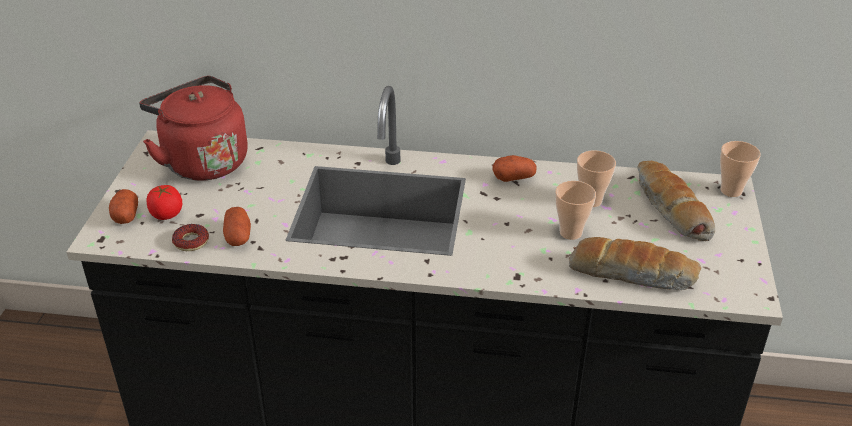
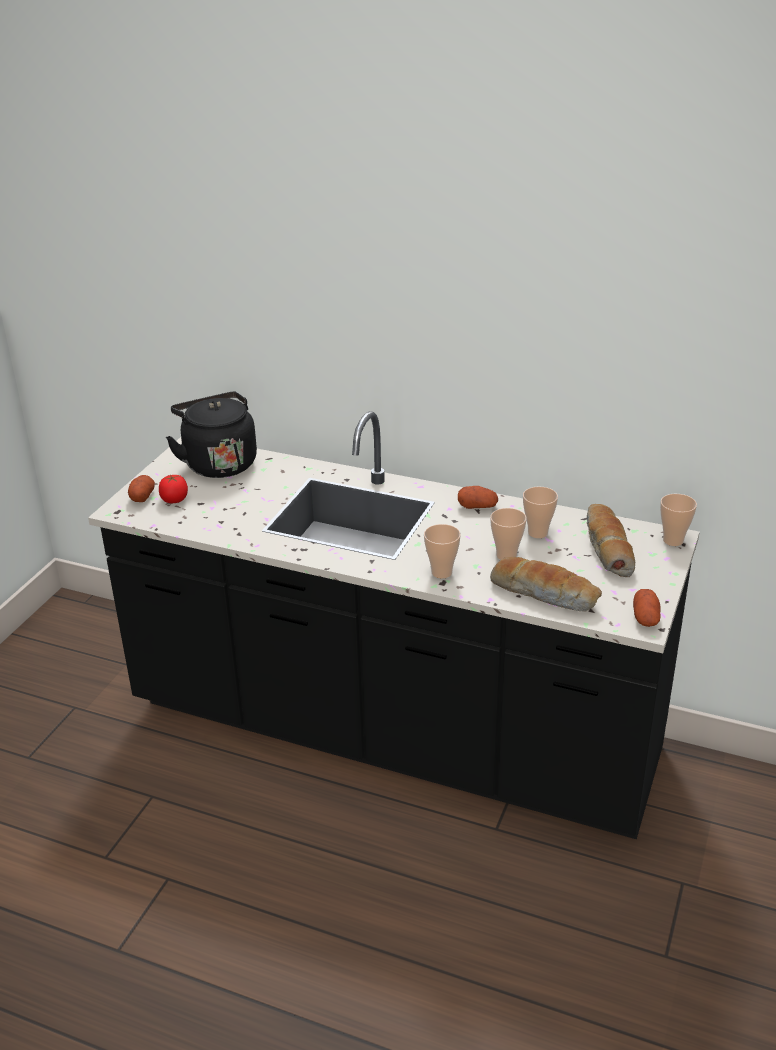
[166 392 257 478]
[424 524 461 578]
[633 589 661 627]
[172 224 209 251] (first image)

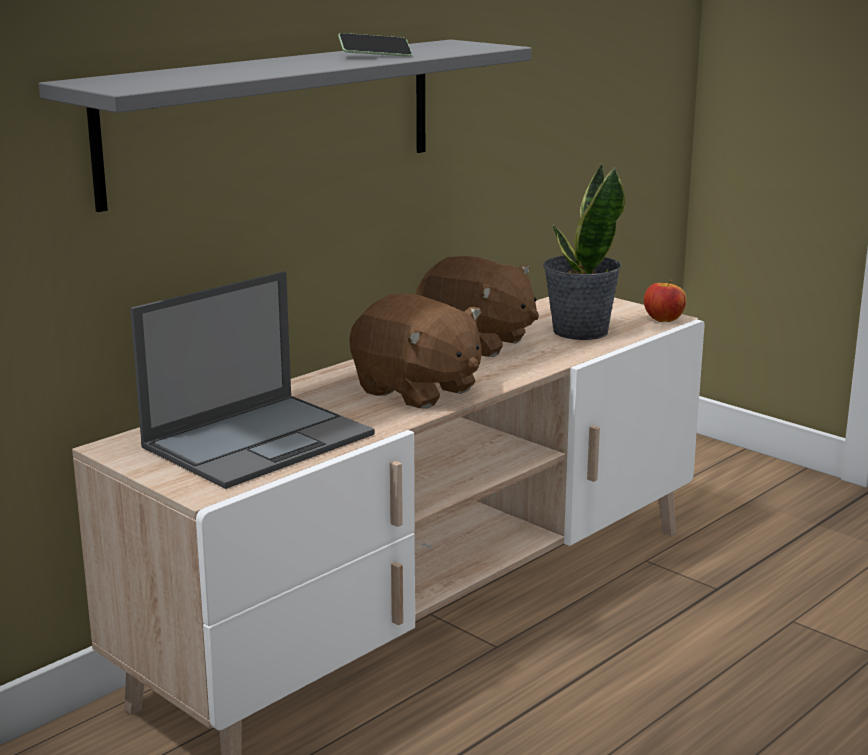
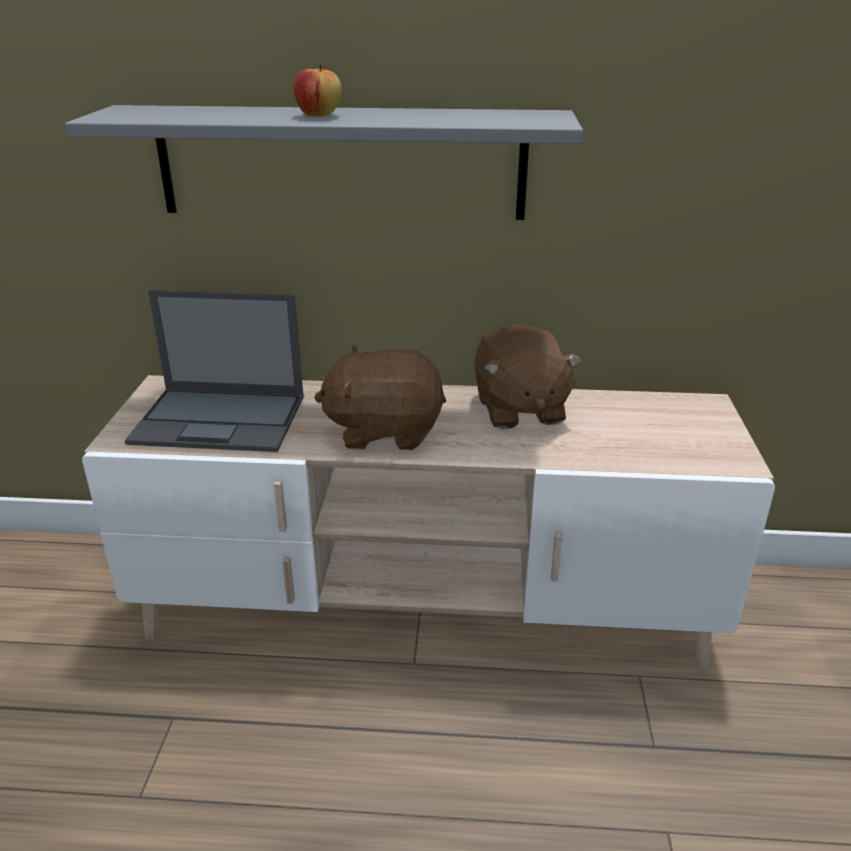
[293 64 342 117]
[314 346 446 450]
[338 33 412 57] (first image)
[543 162 625 340] (first image)

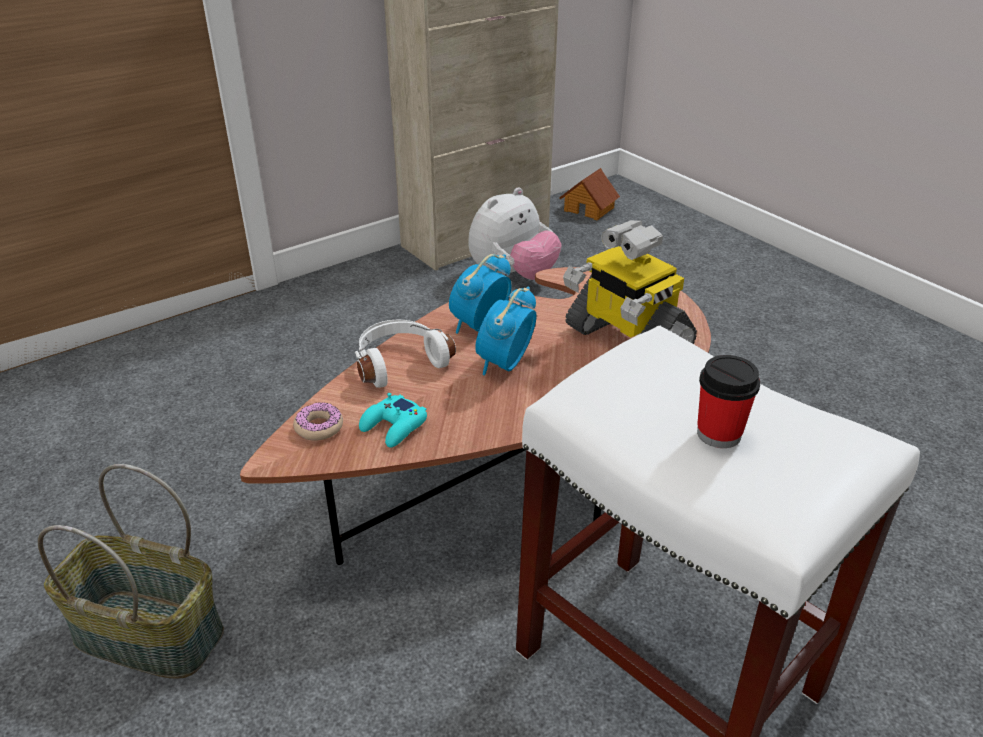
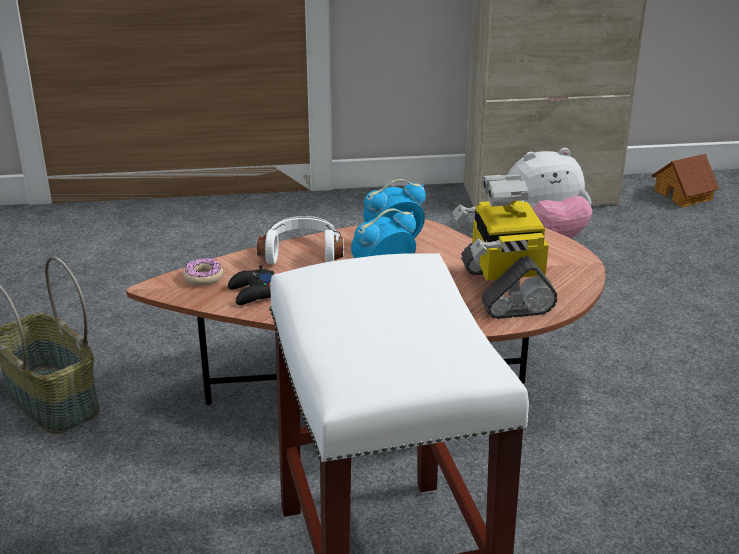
[228 265 274 305]
[697 355 760 448] (first image)

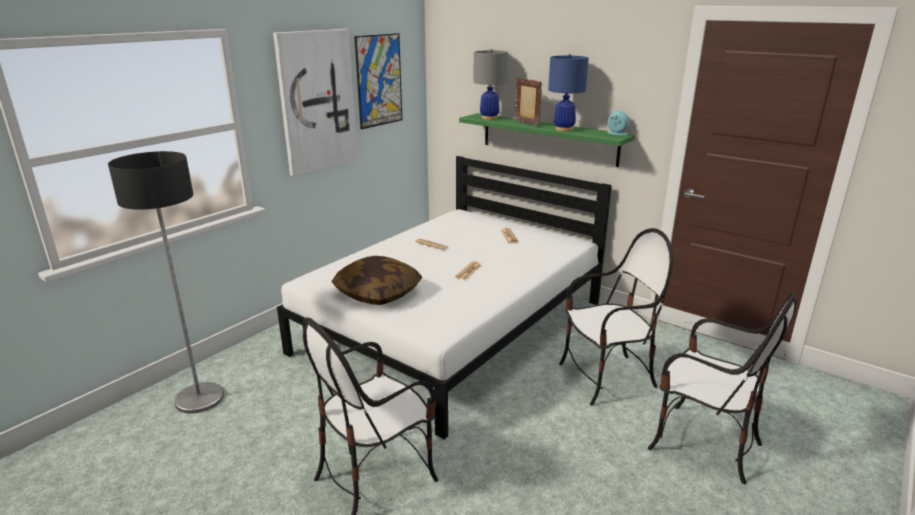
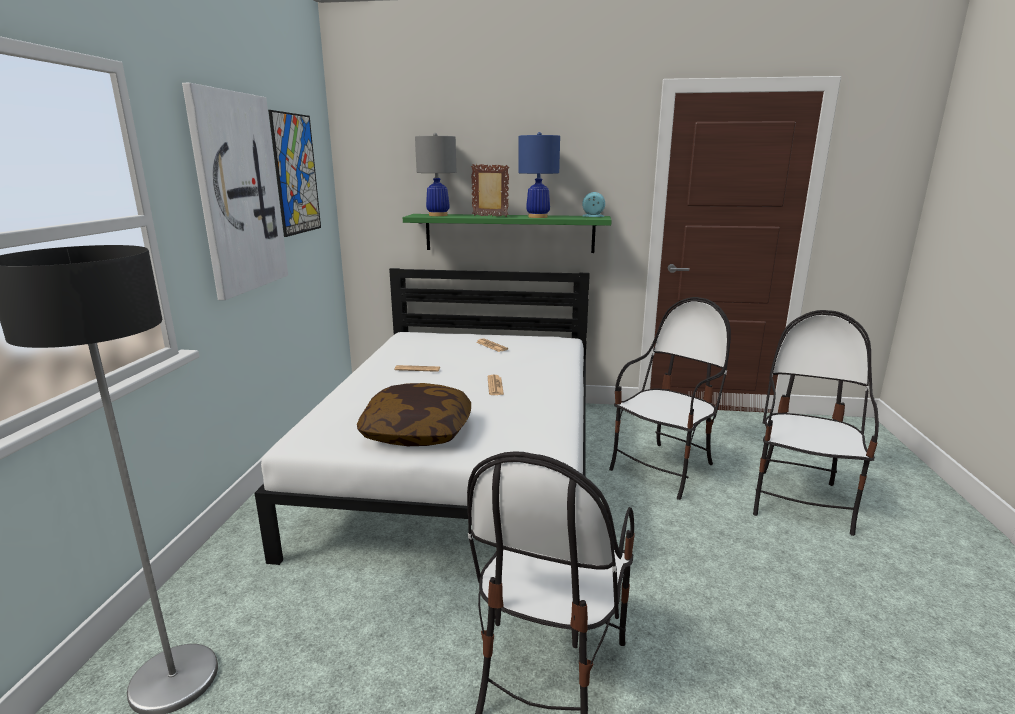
[753 310 879 536]

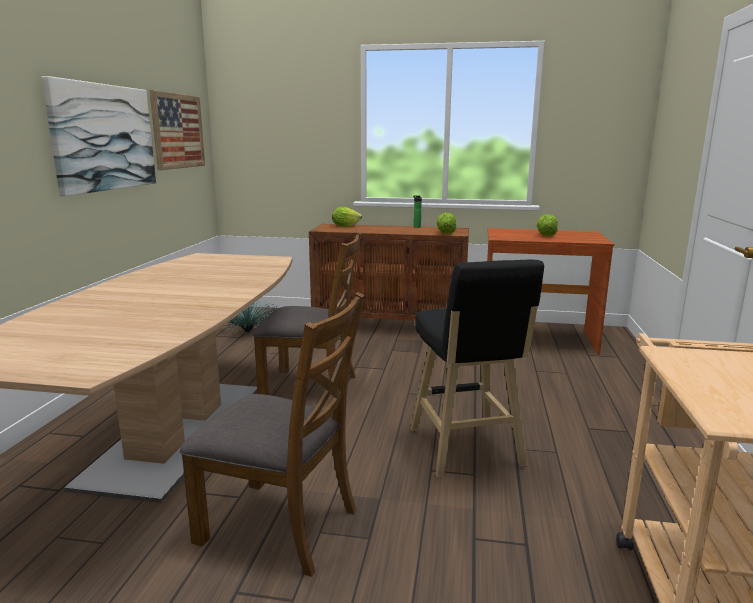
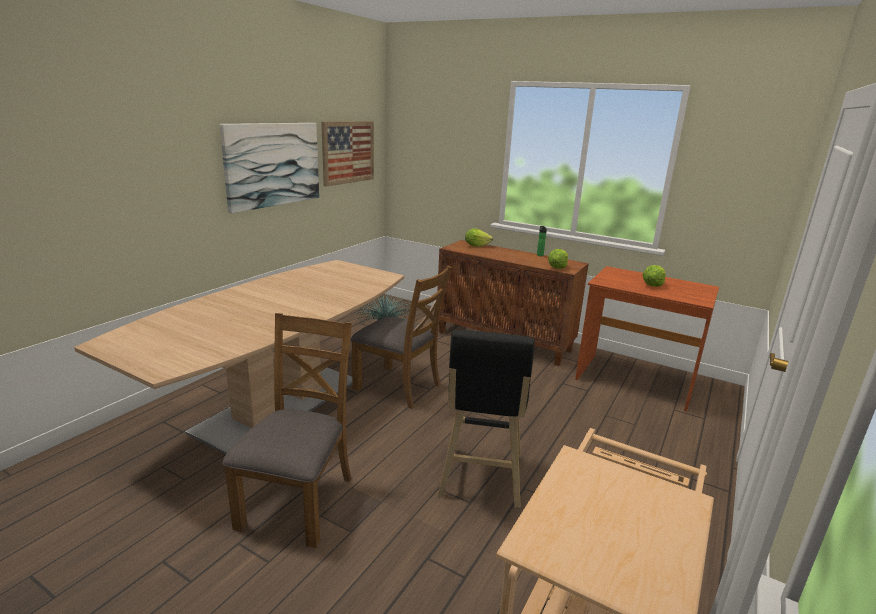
[223 313 352 548]

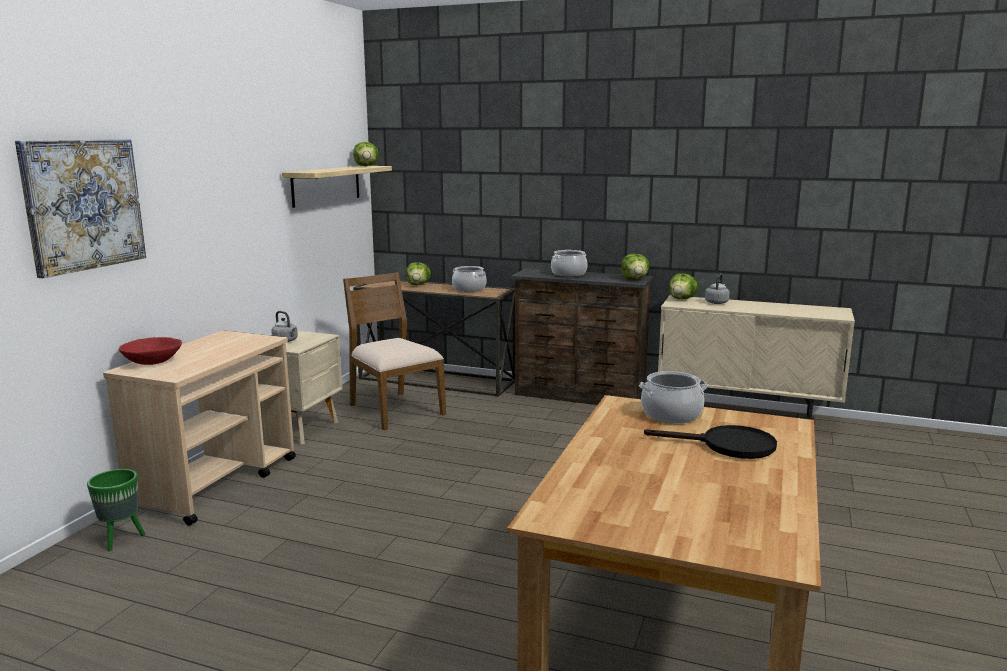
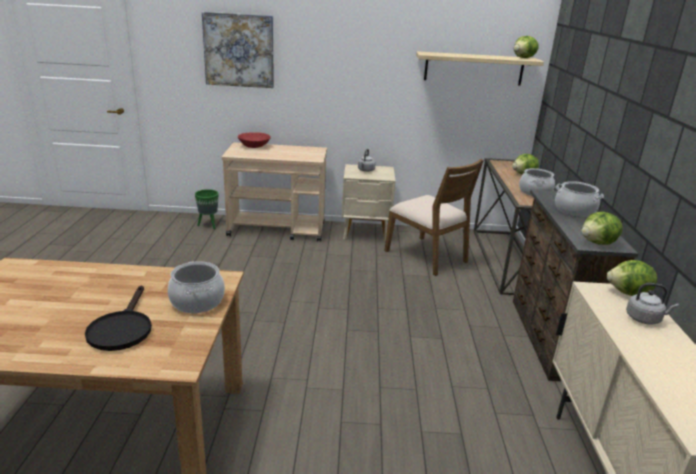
[385 159 484 276]

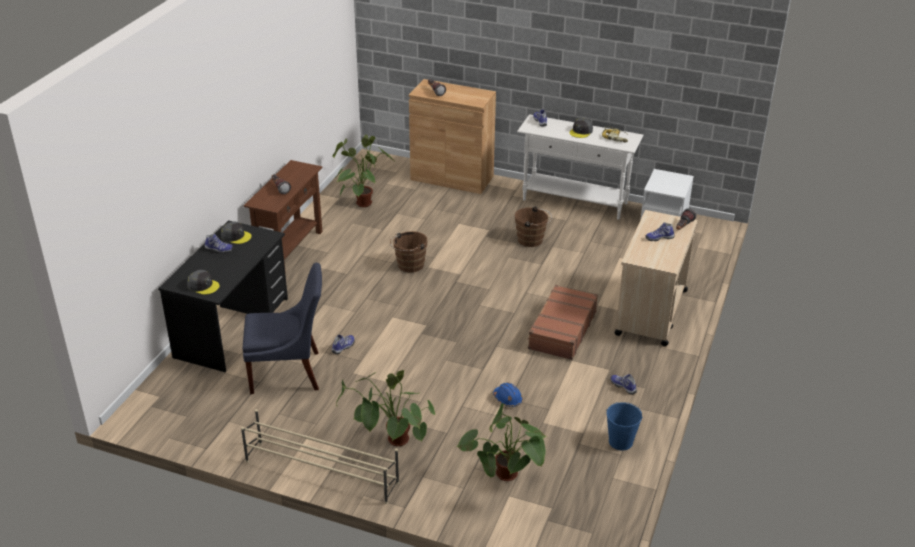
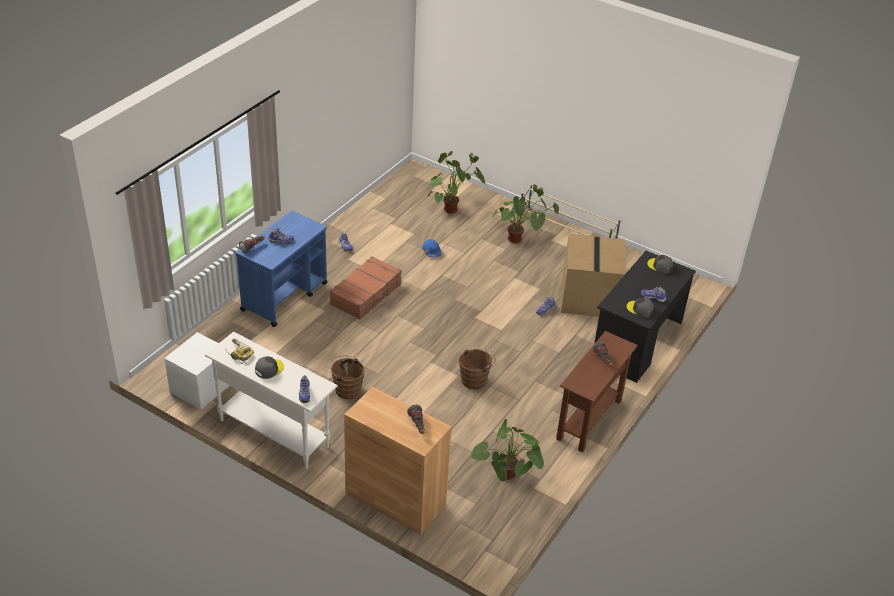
[236 211 328 327]
[561 234 626 317]
[607 402 643 450] (first image)

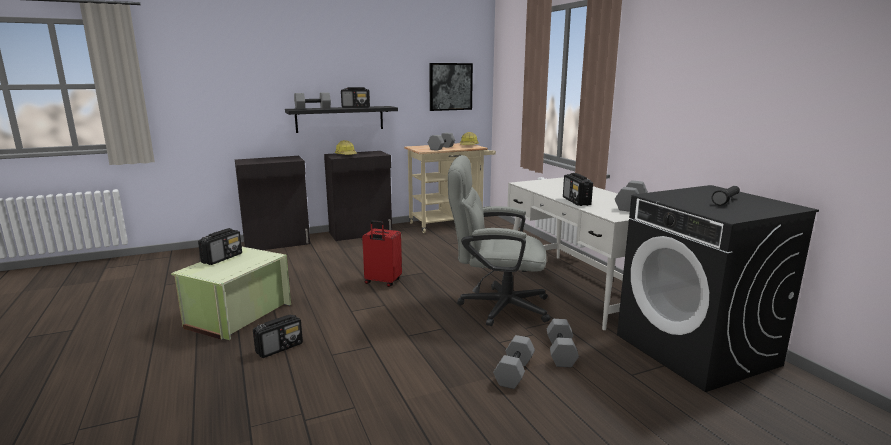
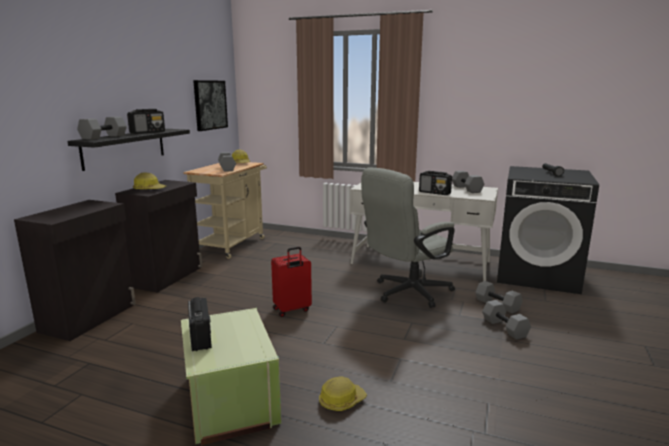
[319 376 367 411]

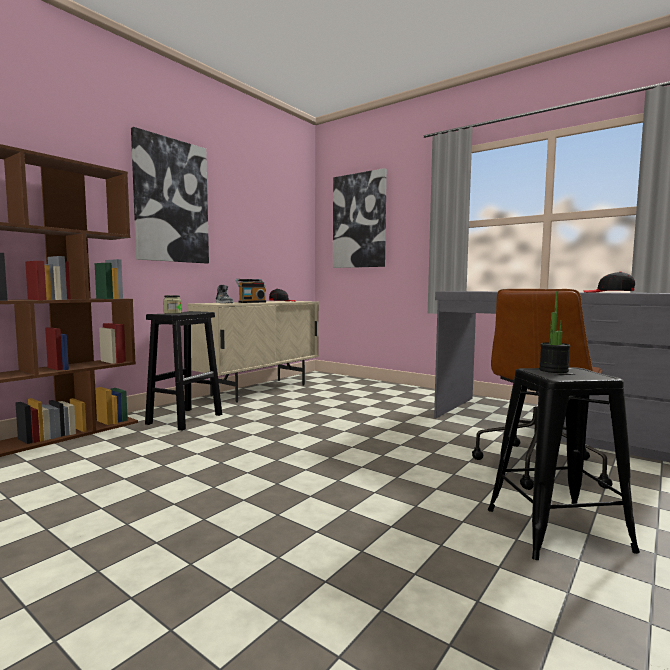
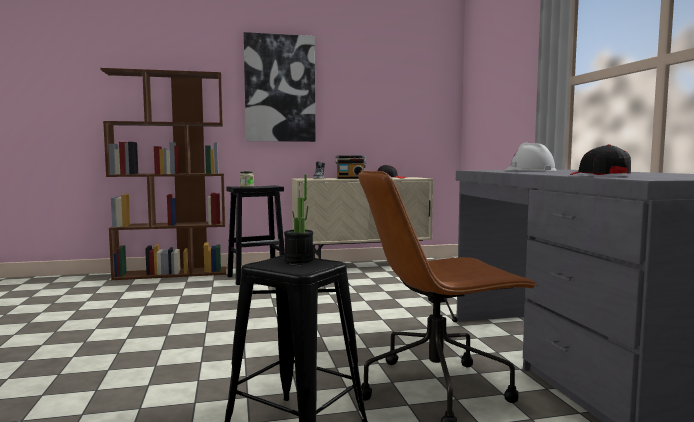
[504 143 557 171]
[333 168 387 268] (first image)

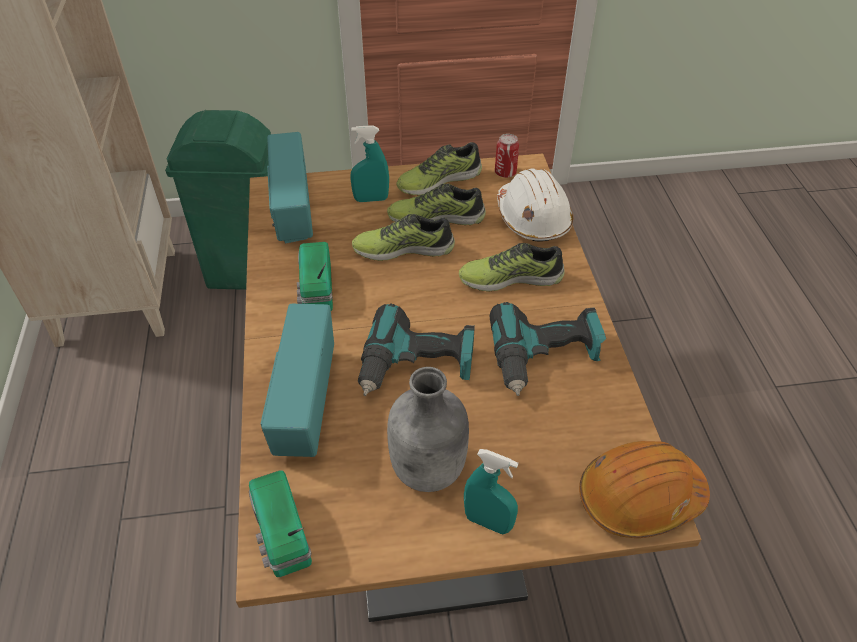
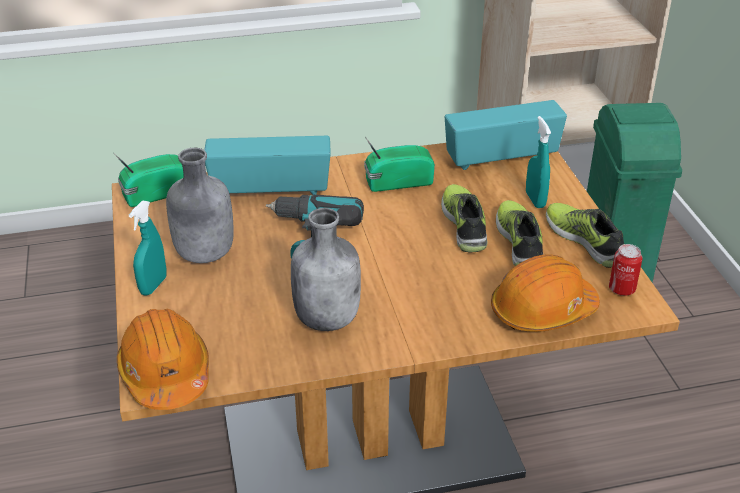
[291 208 361 331]
[491 254 600 332]
[459 243 565 292] (first image)

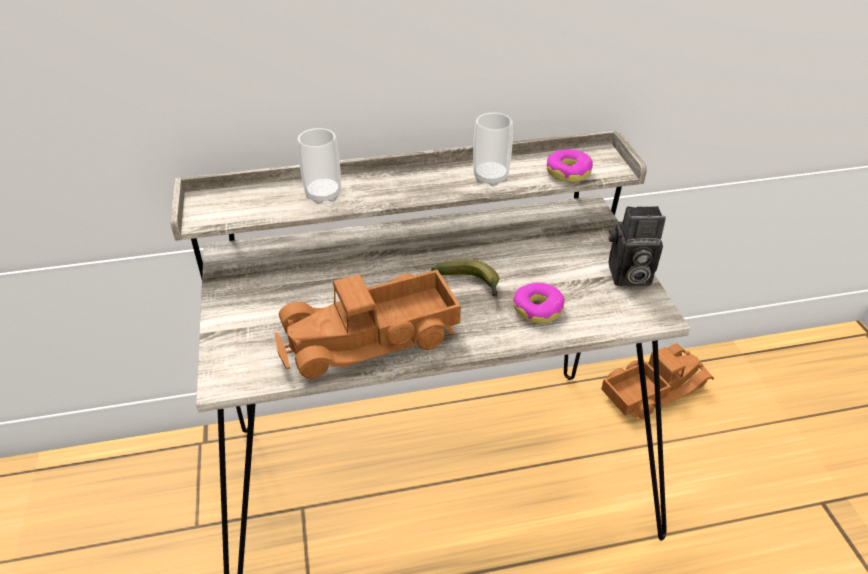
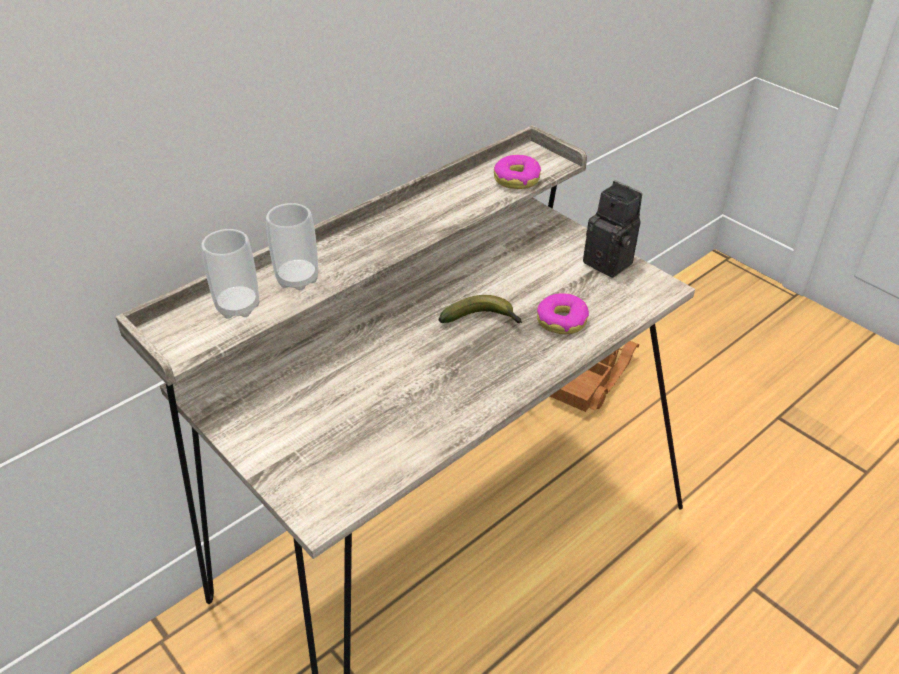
[201 229 259 319]
[583 181 642 278]
[274 270 461 378] (first image)

